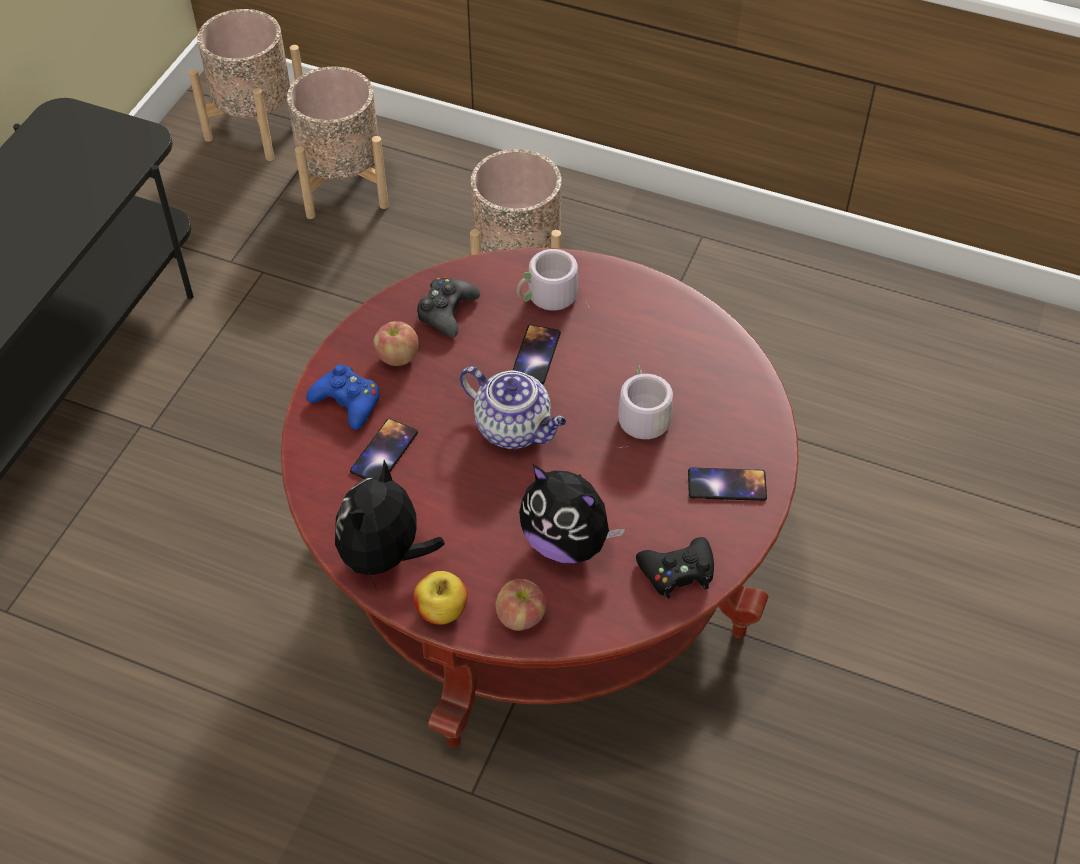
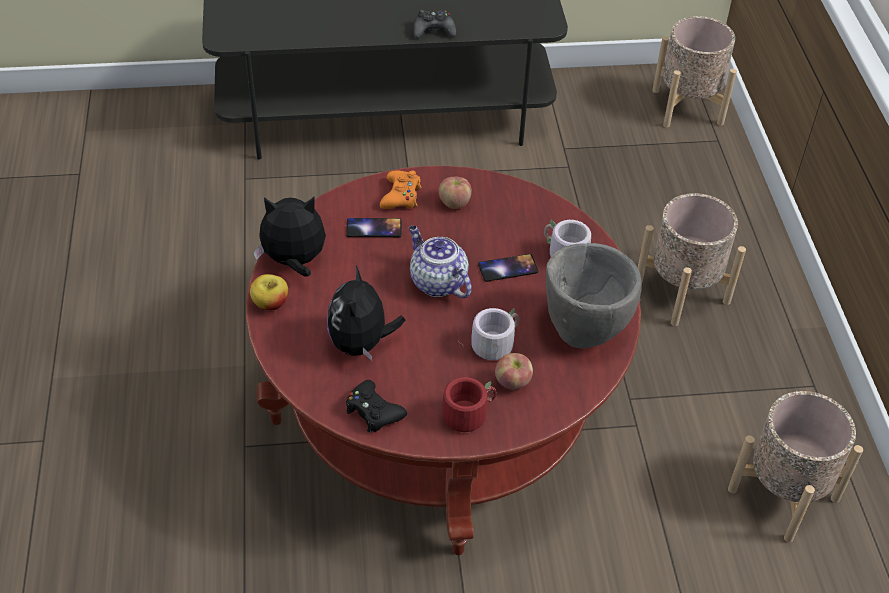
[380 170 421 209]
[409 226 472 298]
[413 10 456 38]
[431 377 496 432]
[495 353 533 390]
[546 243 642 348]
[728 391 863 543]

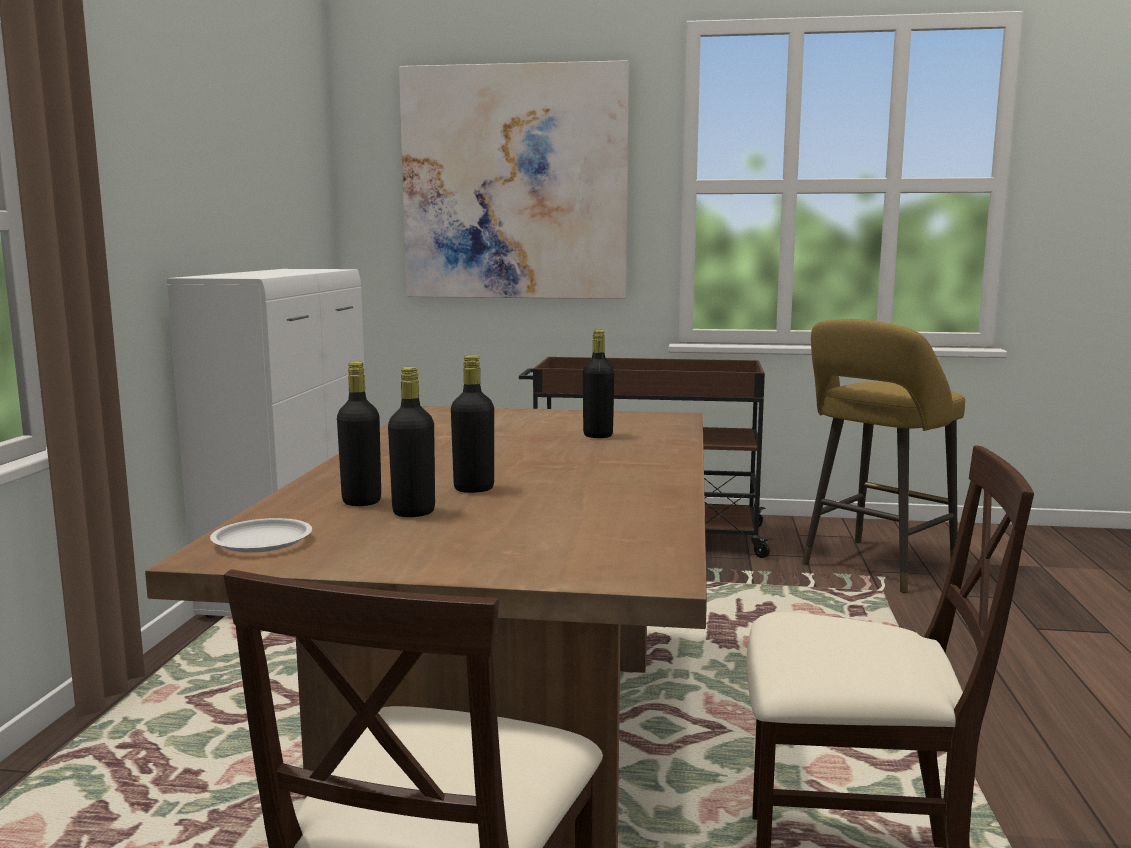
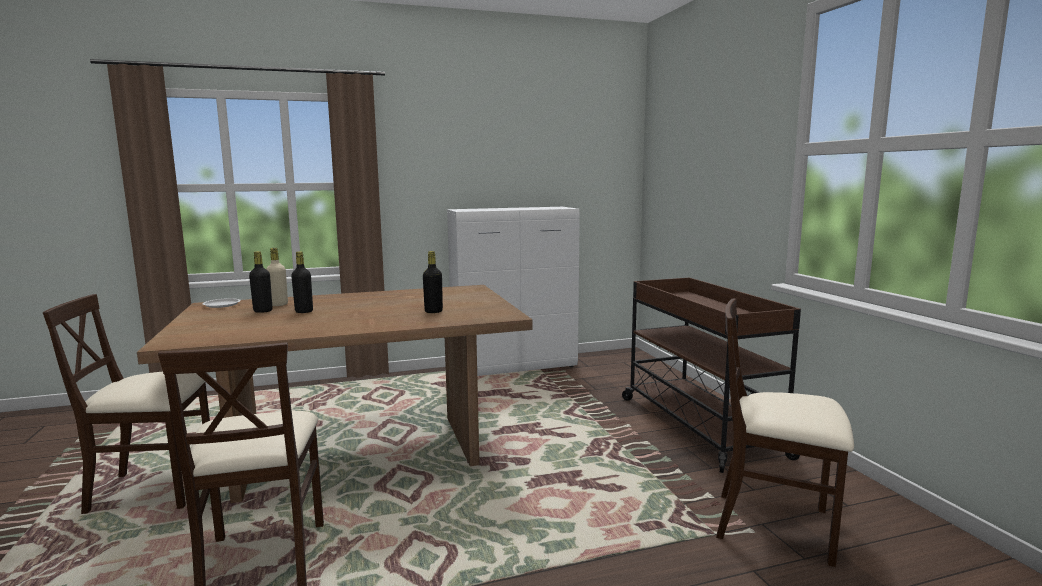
[266 248 288 306]
[716 299 854 567]
[399 60 629 299] (first image)

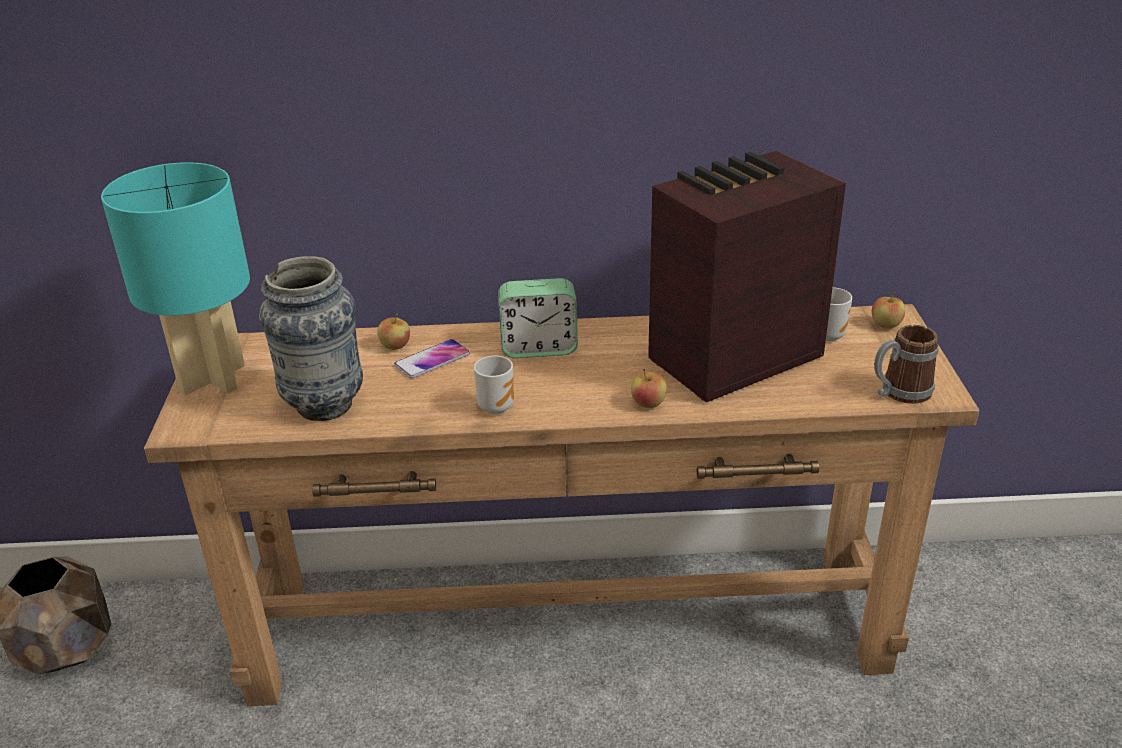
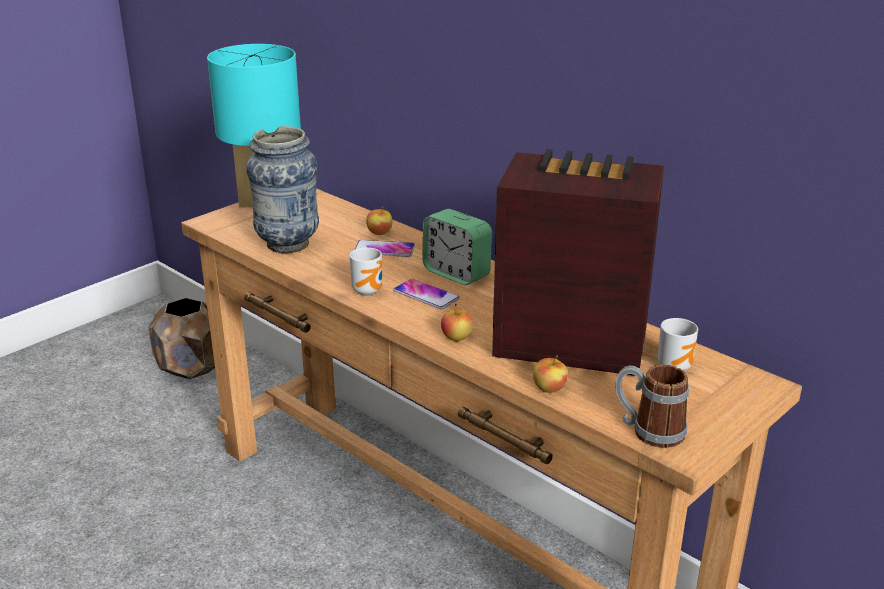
[394 278 460 309]
[533 355 568 393]

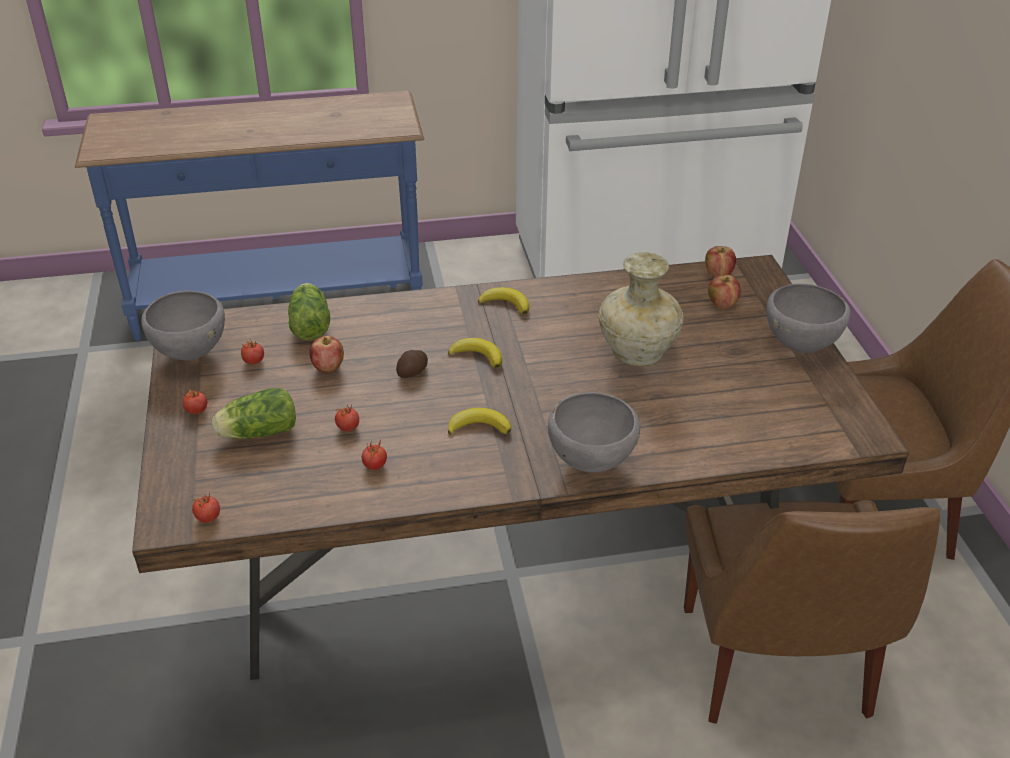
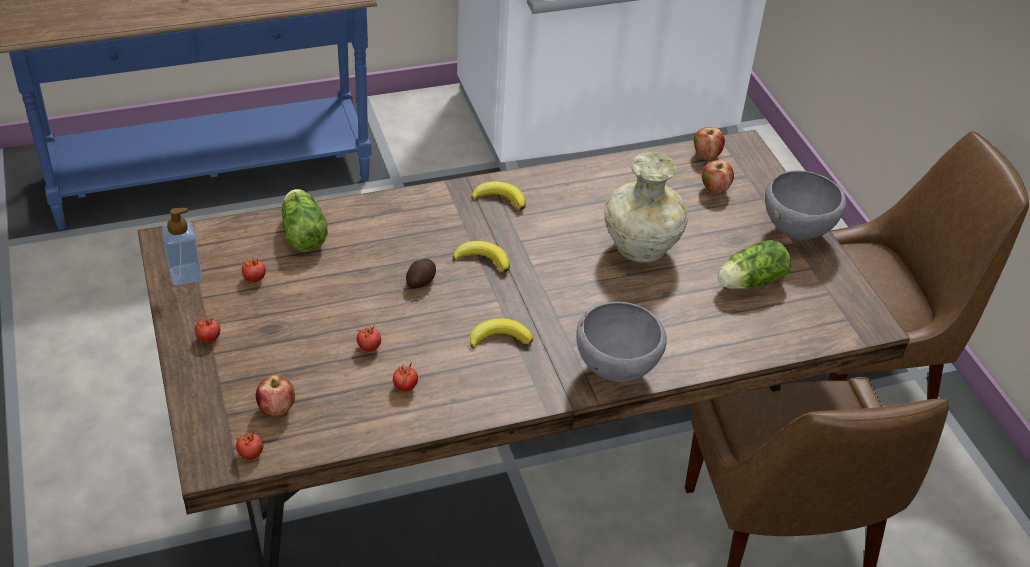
[162 208 202 285]
[256 375 295 416]
[717 240 791 289]

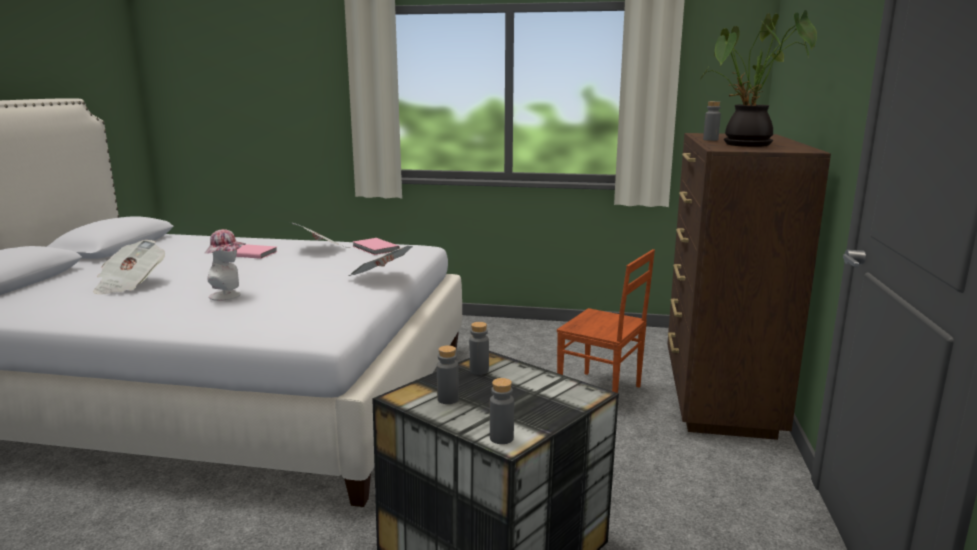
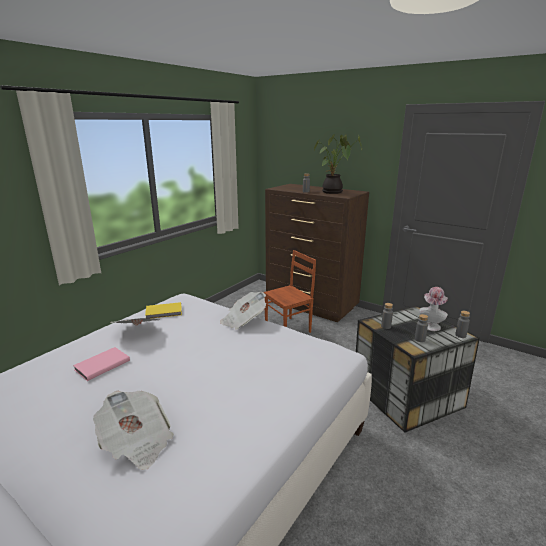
[145 302 182 318]
[419 287 448 331]

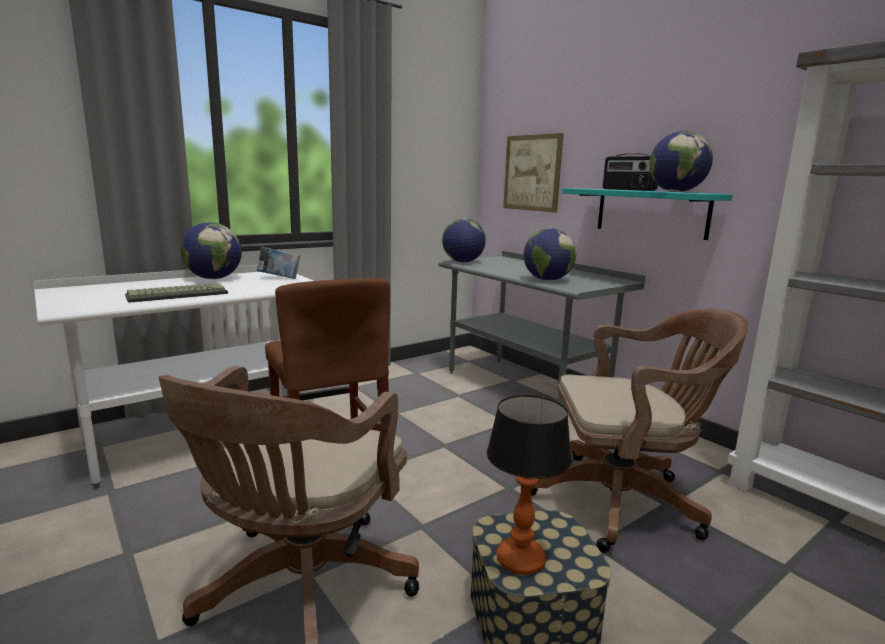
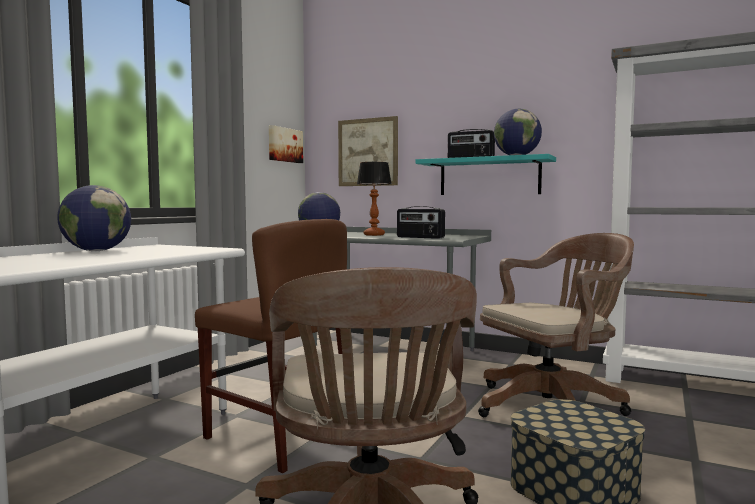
[269 125 303 163]
[357 162 391 236]
[397 207 445 239]
[125 283 228 303] (first image)
[257 247 300 279] (first image)

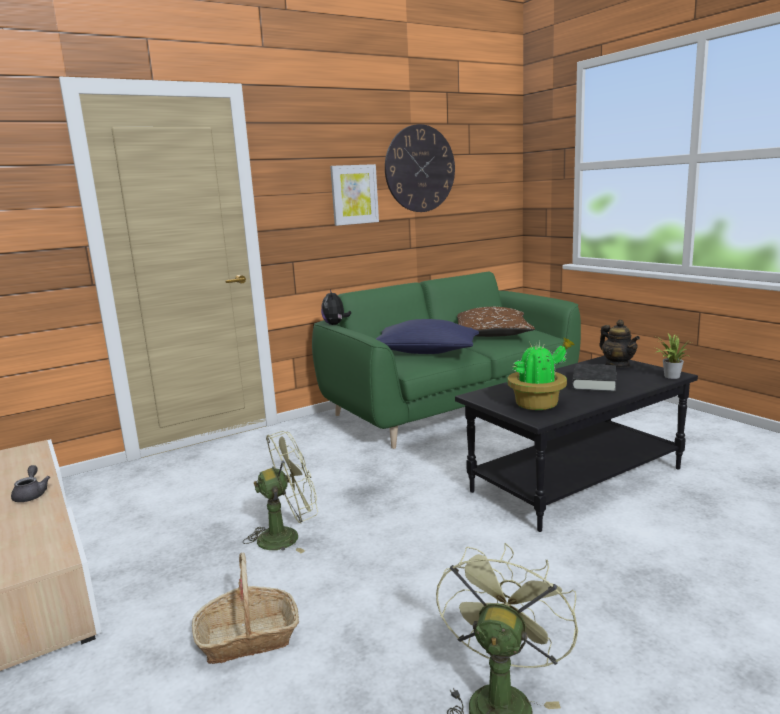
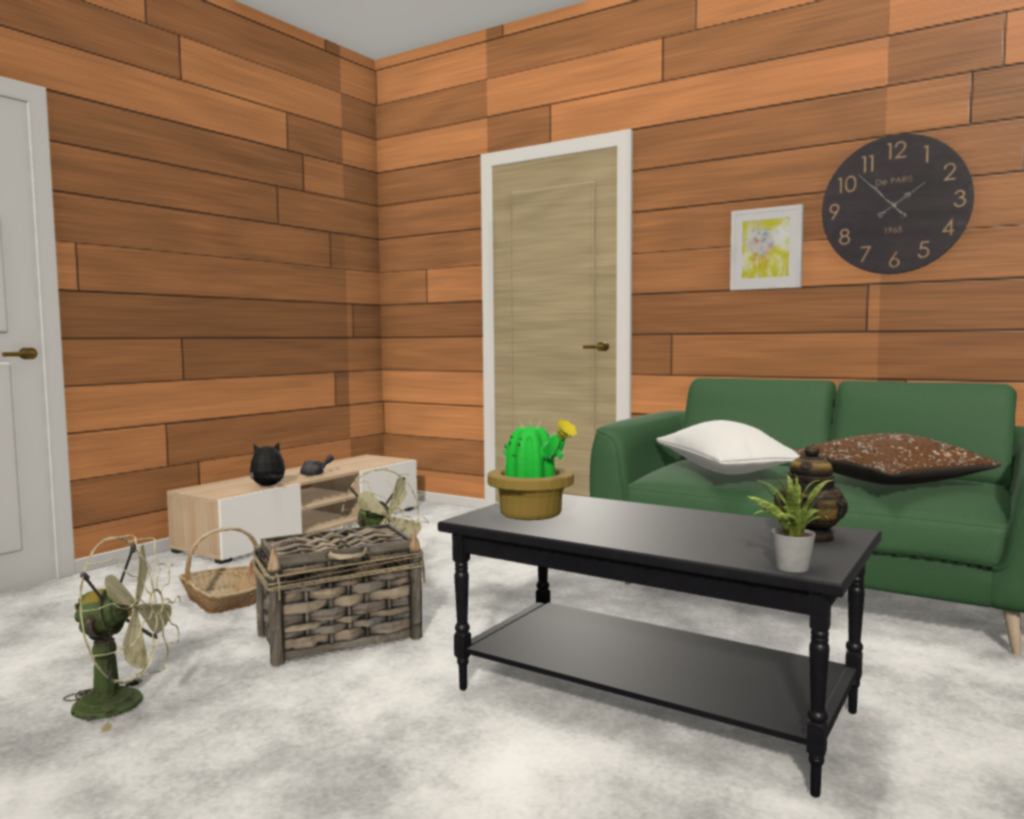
[250 442 285 486]
[252 523 425 666]
[656 420 801 475]
[572 364 616 392] (first image)

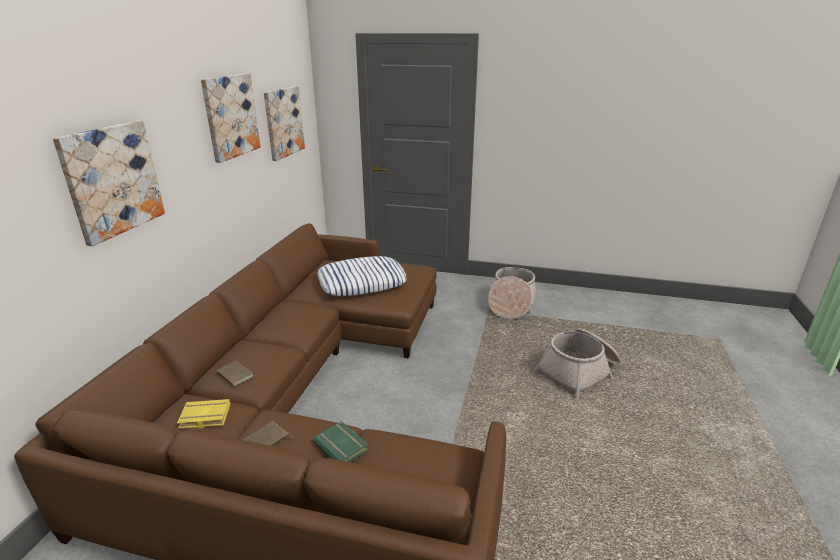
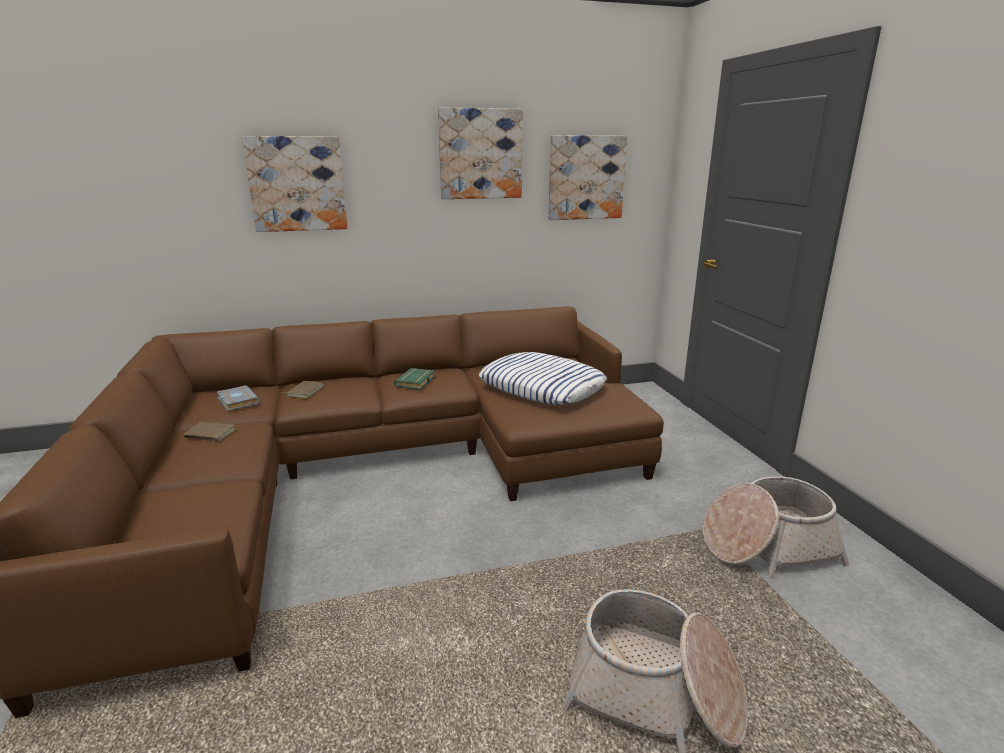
[217 385 260 411]
[394 368 435 390]

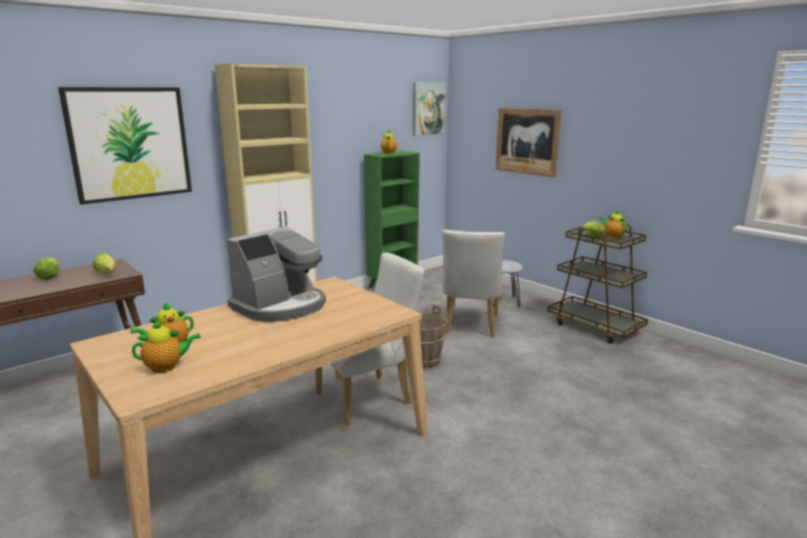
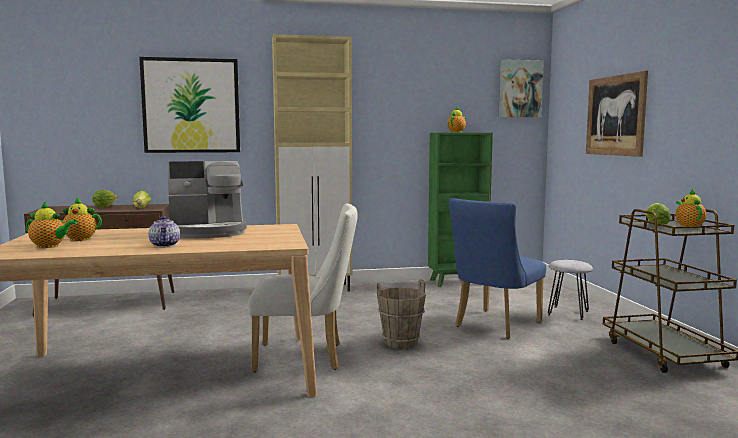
[148 216 180 247]
[449 198 546 339]

